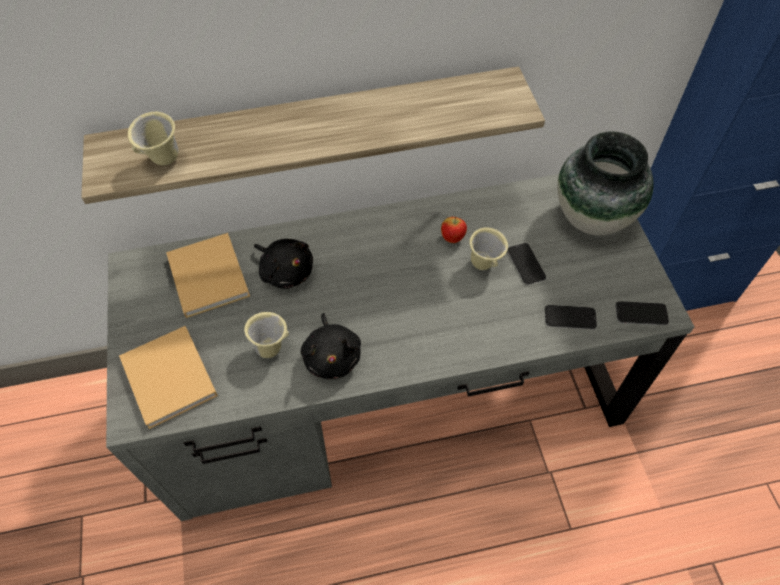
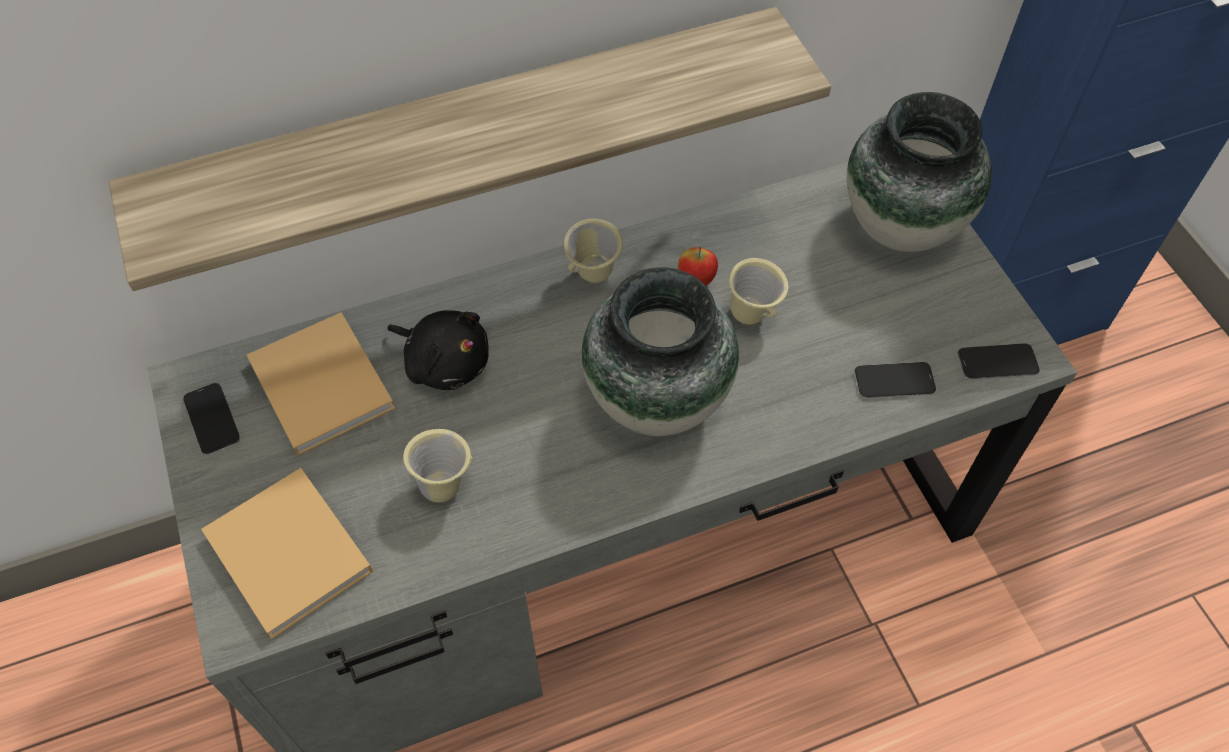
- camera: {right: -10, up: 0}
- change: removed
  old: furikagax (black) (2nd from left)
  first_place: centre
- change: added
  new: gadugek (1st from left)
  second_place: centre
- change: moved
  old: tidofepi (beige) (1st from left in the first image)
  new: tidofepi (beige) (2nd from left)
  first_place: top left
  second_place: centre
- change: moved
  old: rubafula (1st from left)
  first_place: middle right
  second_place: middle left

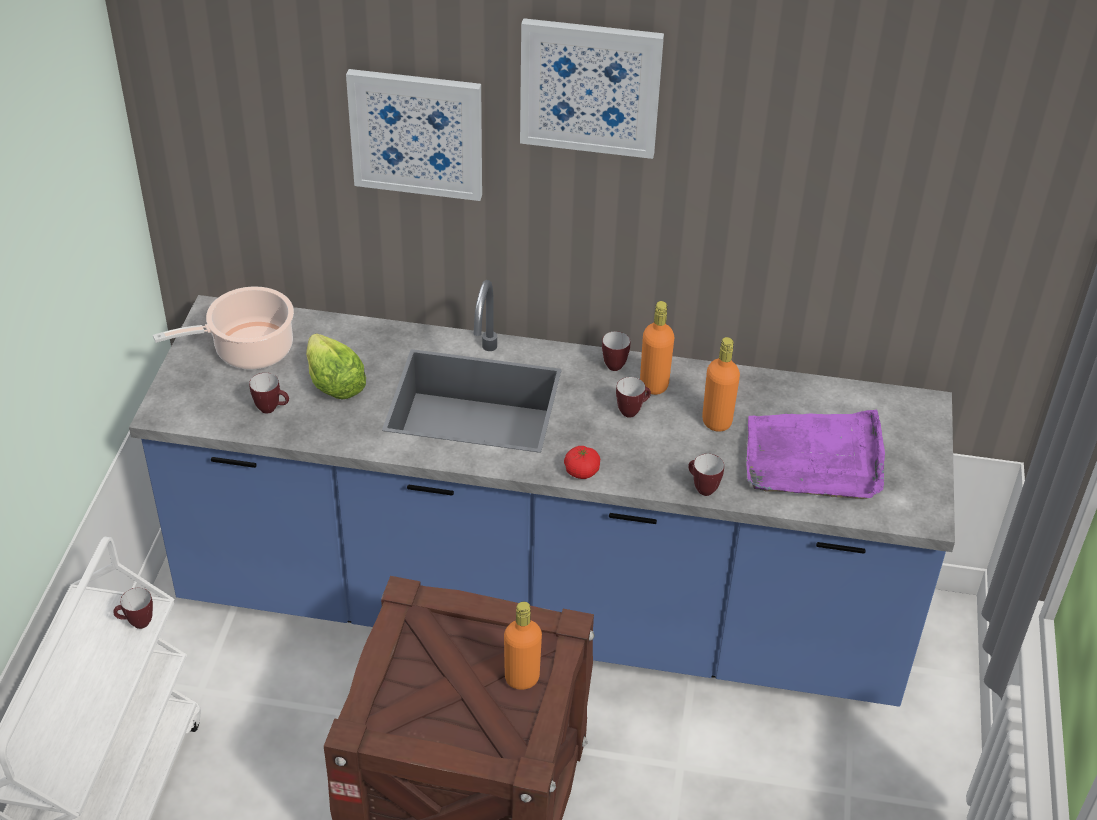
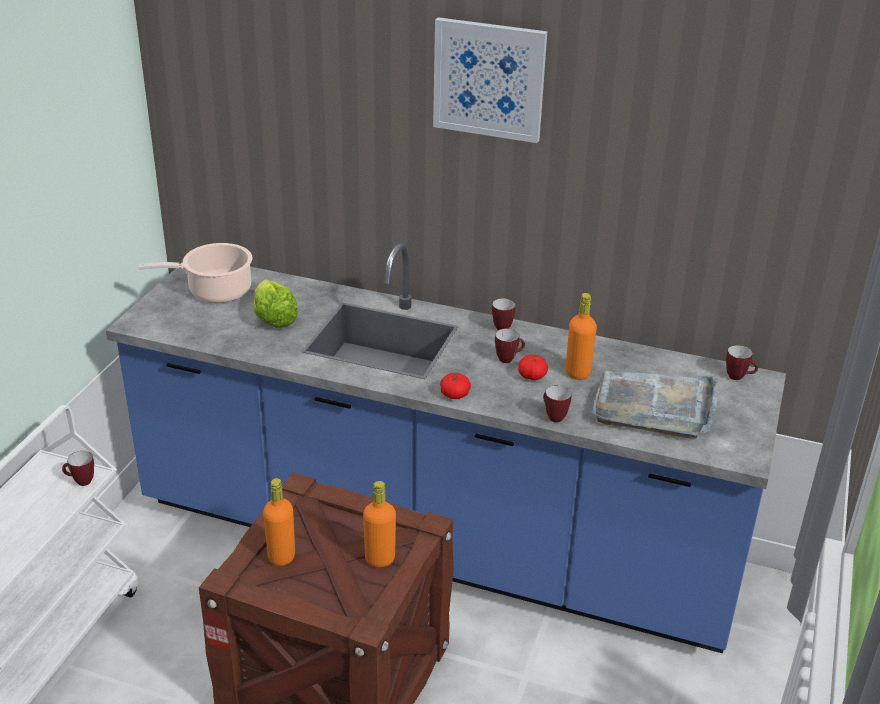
- camera: {right: 10, up: -10}
- change: removed
  old: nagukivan (1st from left)
  first_place: top centre
- change: added
  new: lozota (2nd from left)
  second_place: centre
- change: moved
  old: tidofepi (2nd from left in the first image)
  new: tidofepi (5th from left)
  first_place: middle left
  second_place: middle right
- change: moved
  old: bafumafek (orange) (2nd from left in the first image)
  new: bafumafek (orange) (1st from left)
  first_place: centre
  second_place: bottom left
- change: recoloured
  old: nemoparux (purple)
  new: nemoparux (grey)
  first_place: middle right
  second_place: middle right

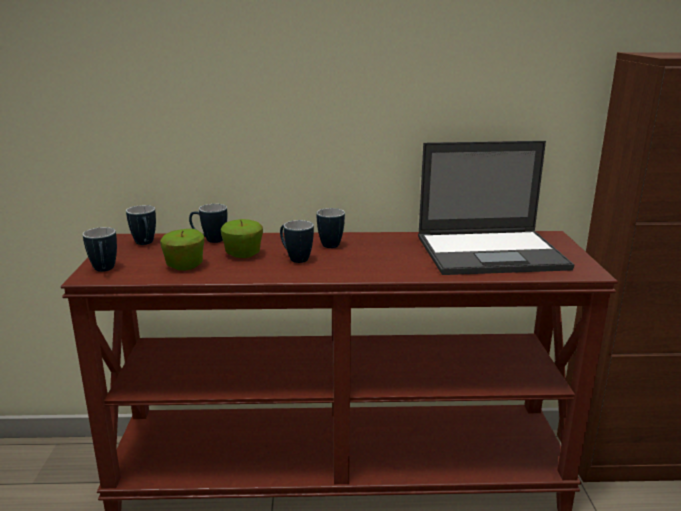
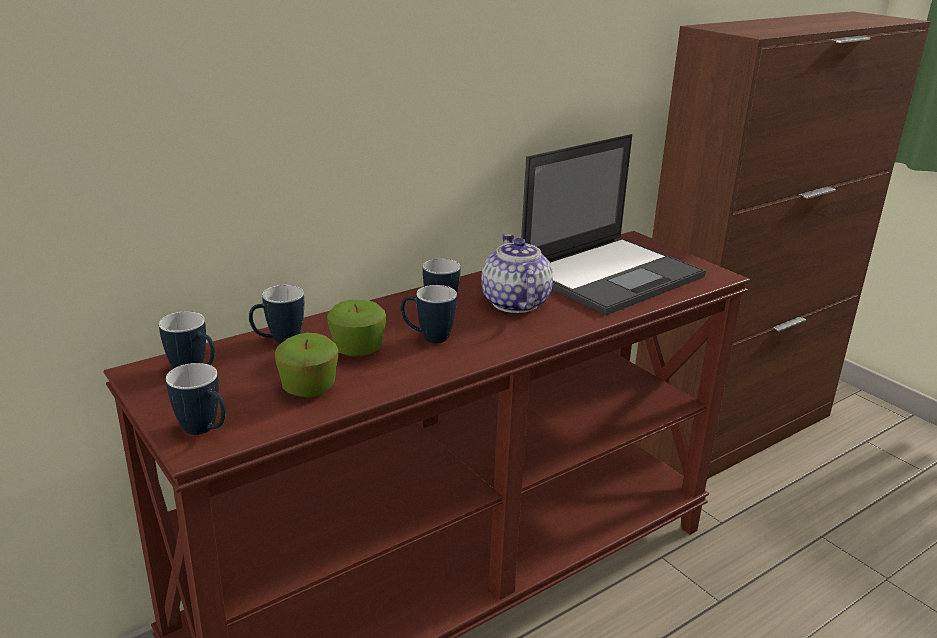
- camera: {right: -35, up: 5}
- change: added
  new: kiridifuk
  second_place: centre

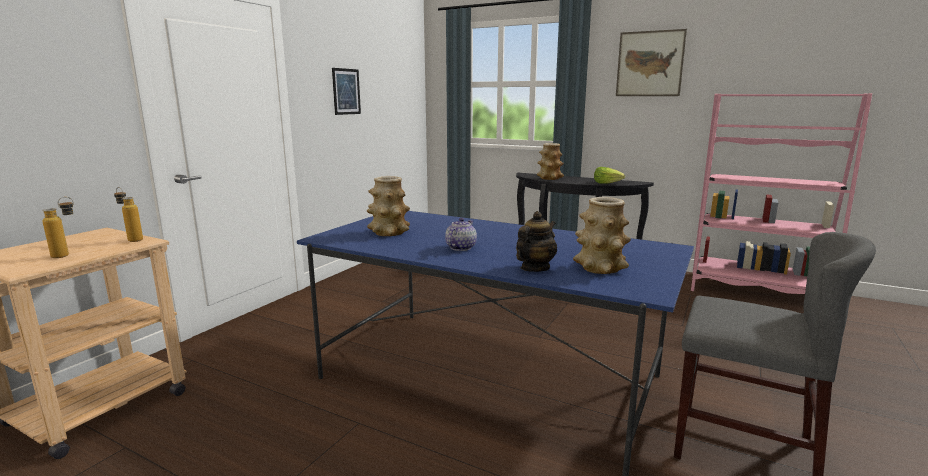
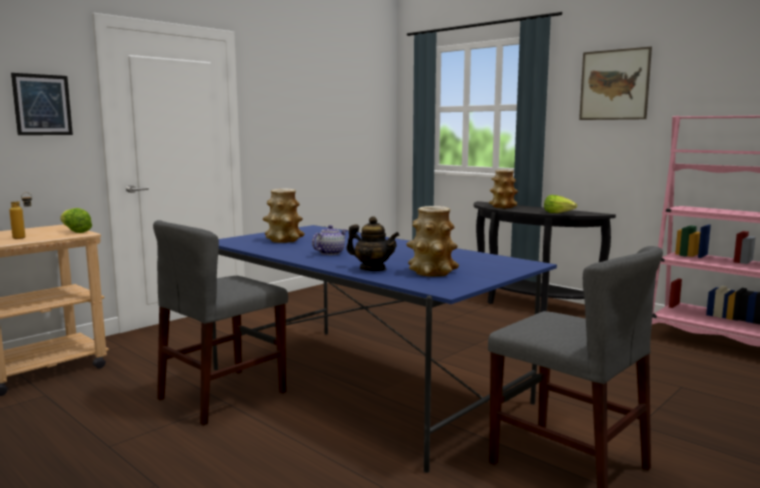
- camera: {right: 15, up: -5}
- change: added
  new: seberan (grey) (1st from left)
  second_place: middle left
- change: moved
  old: nagukivan (1st from left)
  first_place: top centre
  second_place: top left
- change: replaced
  old: bafumafek (2nd from left)
  new: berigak (1st from left)
  first_place: middle left
  second_place: middle left
- change: turned
  old: kiridifuk (2nd from left)
  first_place: centre
  second_place: centre
  degrees: 60

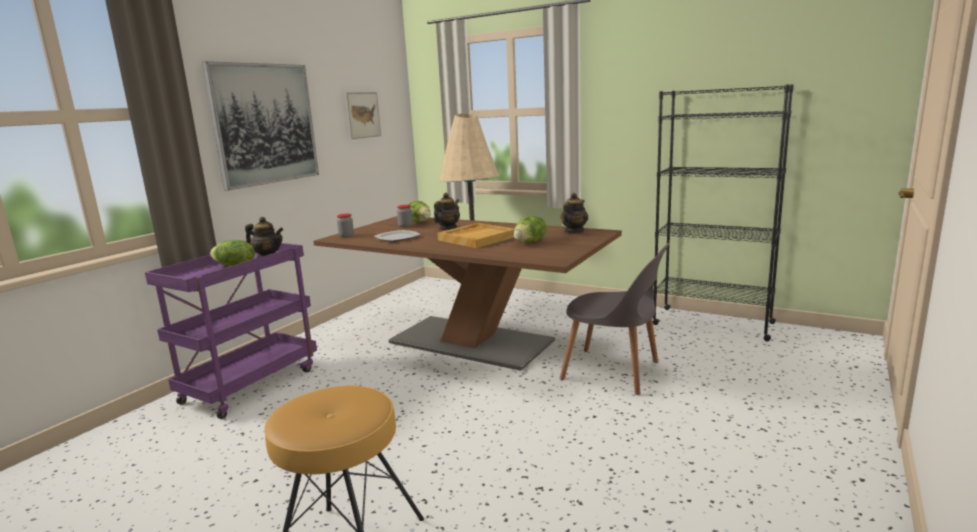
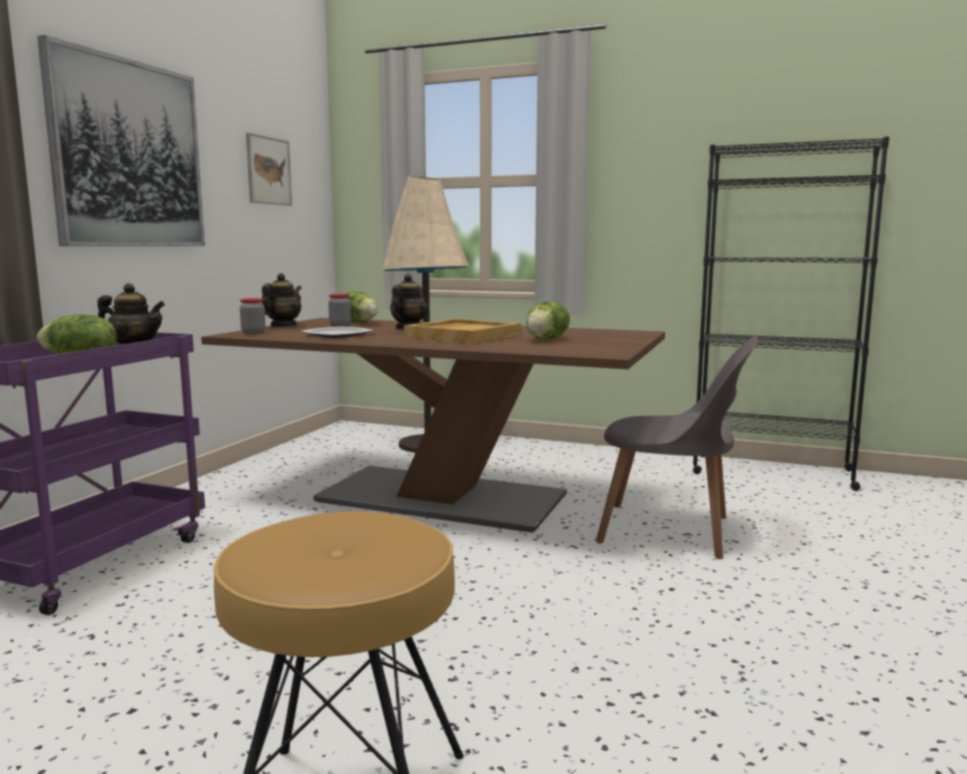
- camera: {right: -10, up: -5}
- change: moved
  old: kiridifuk (3rd from left in the first image)
  new: kiridifuk (2nd from left)
  first_place: centre
  second_place: middle left

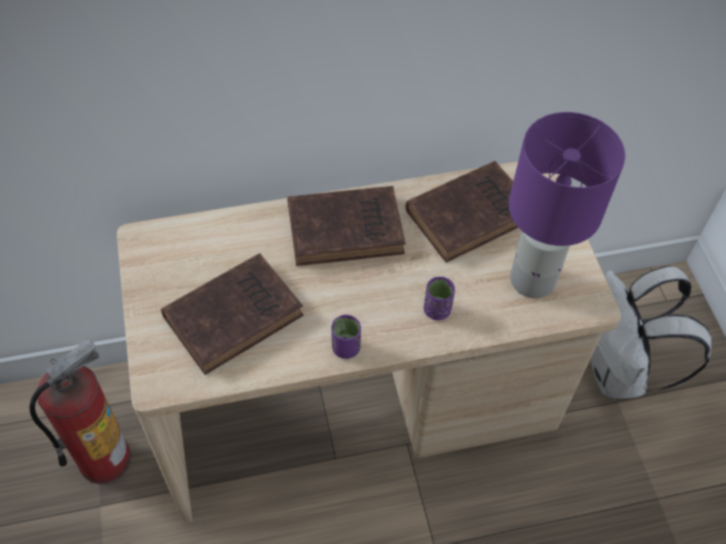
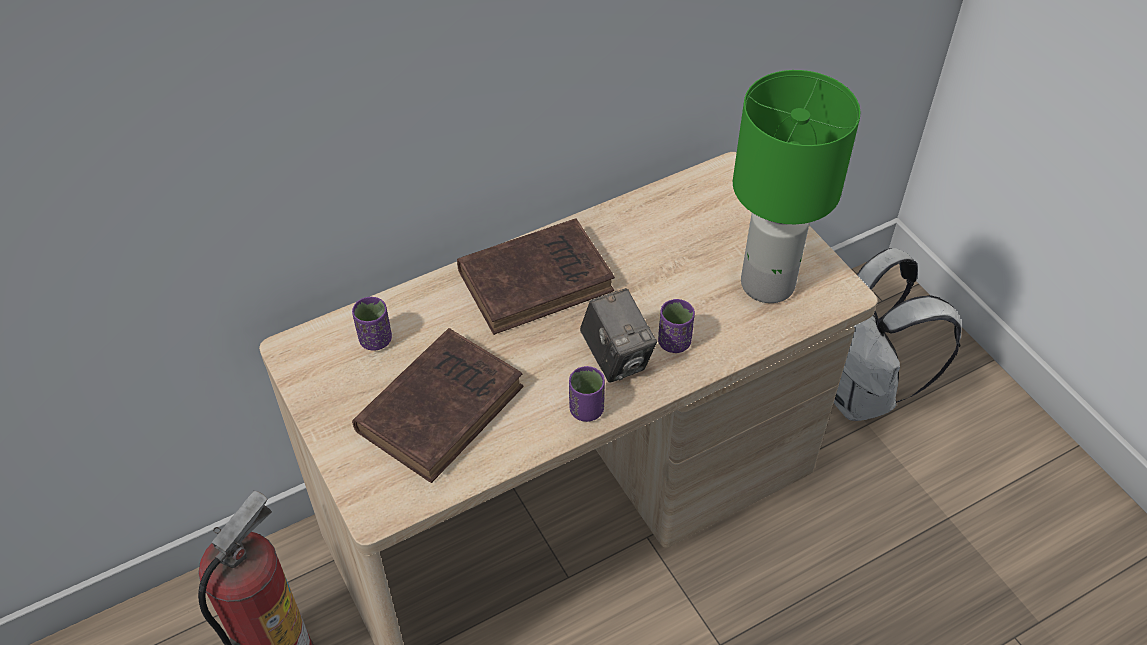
- camera: {right: -15, up: -5}
- change: removed
  old: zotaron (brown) (3rd from left)
  first_place: centre
- change: added
  new: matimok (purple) (1st from left)
  second_place: middle left
- change: added
  new: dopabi
  second_place: centre
- change: recoloured
  old: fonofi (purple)
  new: fonofi (green)
  first_place: middle right
  second_place: top right

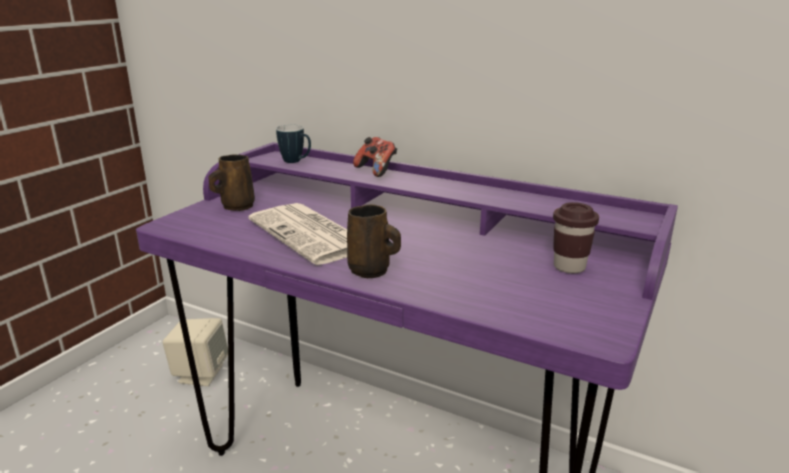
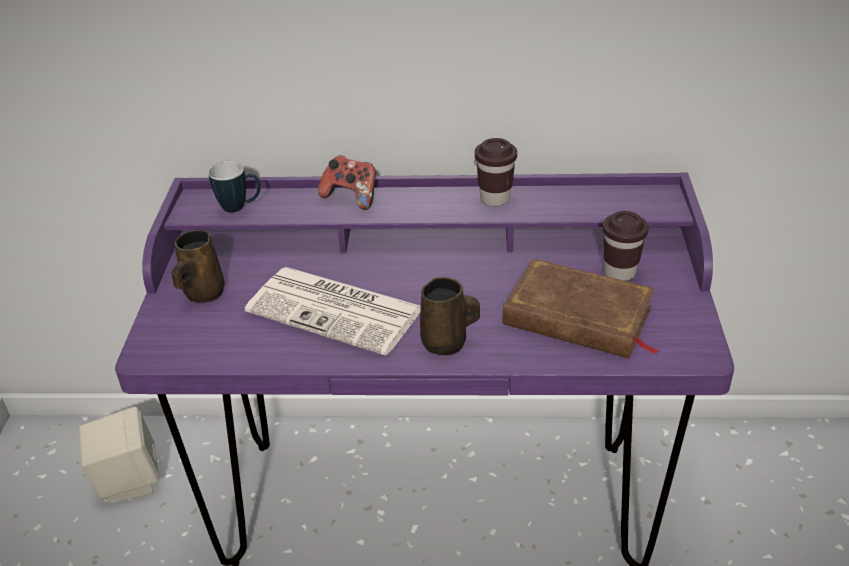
- camera: {right: -25, up: 15}
- change: added
  new: matimok (brown) (1st from left)
  second_place: top centre
- change: added
  new: zotaron (brown)
  second_place: middle right

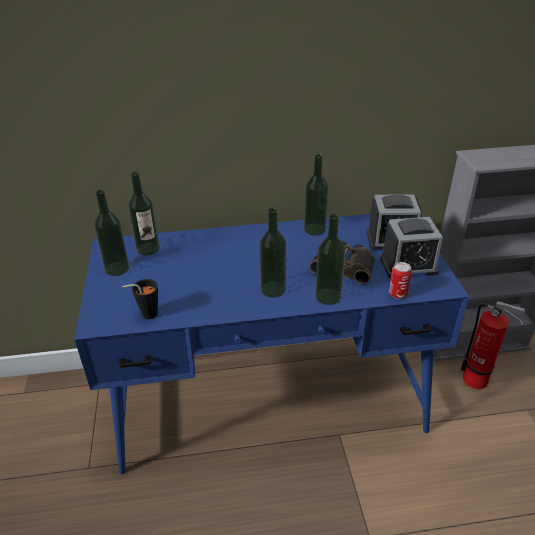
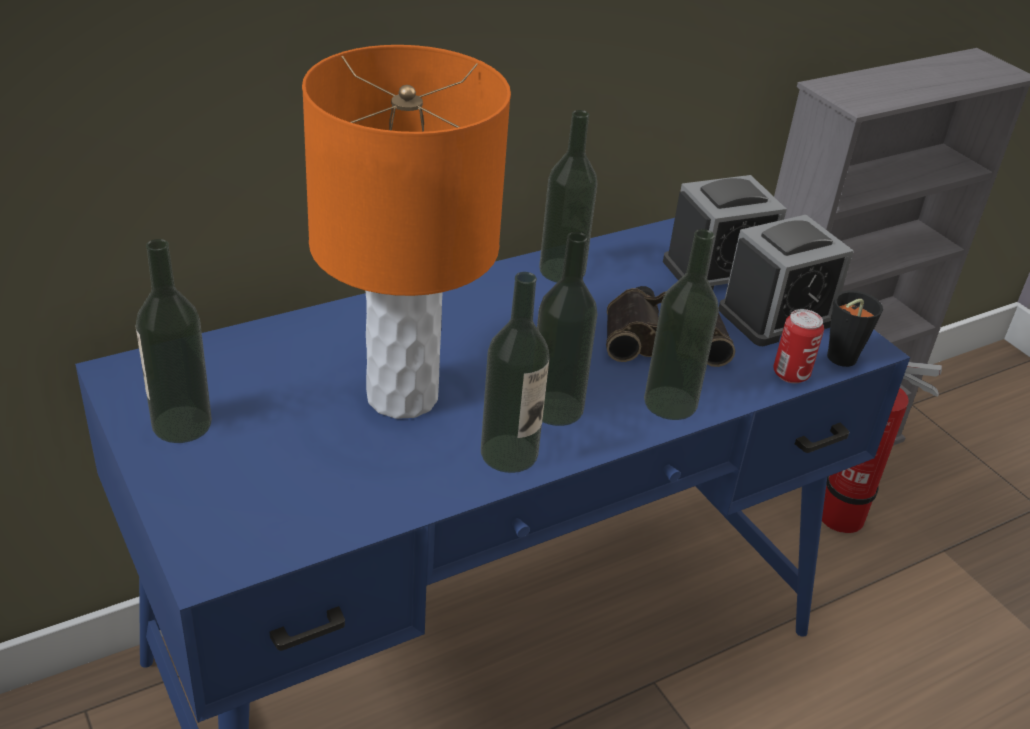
- camera: {right: -25, up: 0}
- change: added
  new: fonofi (orange)
  second_place: top centre
- change: moved
  old: matimok (black)
  first_place: middle left
  second_place: middle right
- change: moved
  old: bafumafek (2nd from left)
  first_place: middle left
  second_place: centre

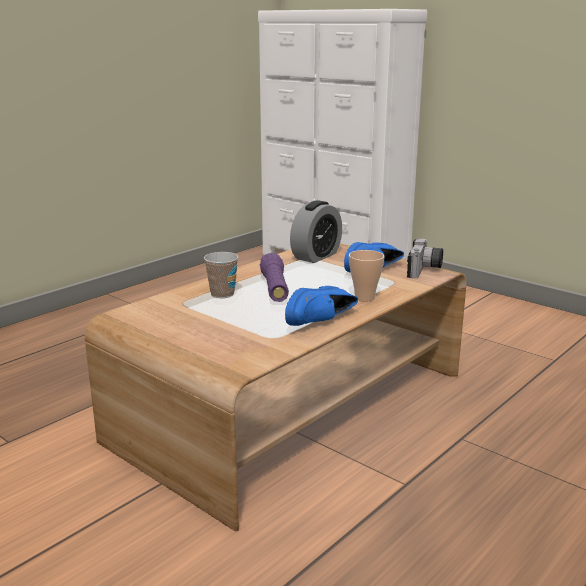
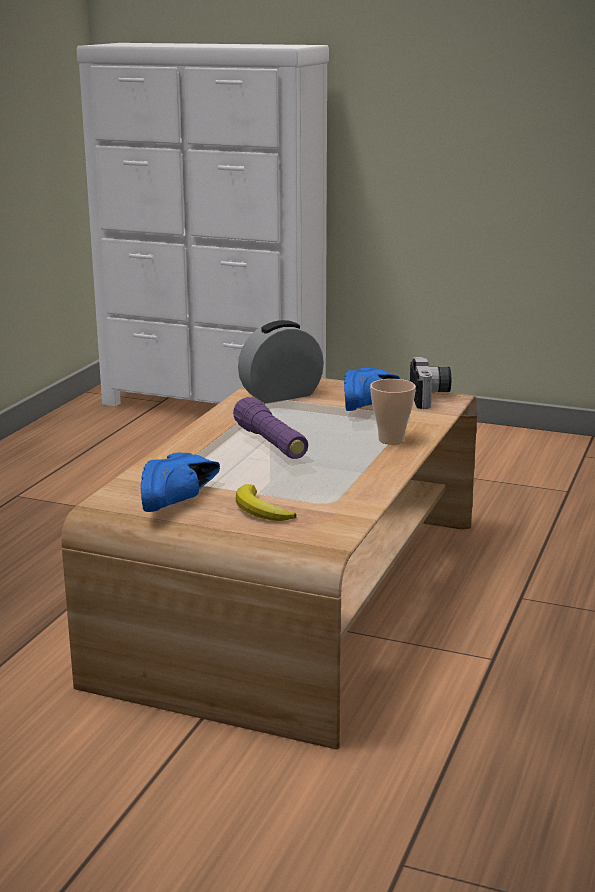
- camera: {right: -20, up: 0}
- change: removed
  old: matimok (1st from left)
  first_place: centre
- change: added
  new: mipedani
  second_place: centre
- change: moved
  old: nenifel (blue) (1st from left)
  first_place: centre
  second_place: middle left
- change: turned
  old: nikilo
  first_place: centre
  second_place: centre
  degrees: -135

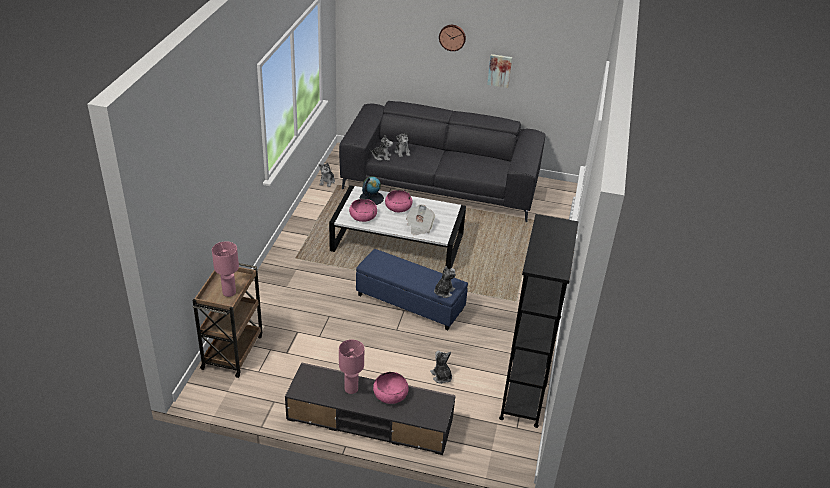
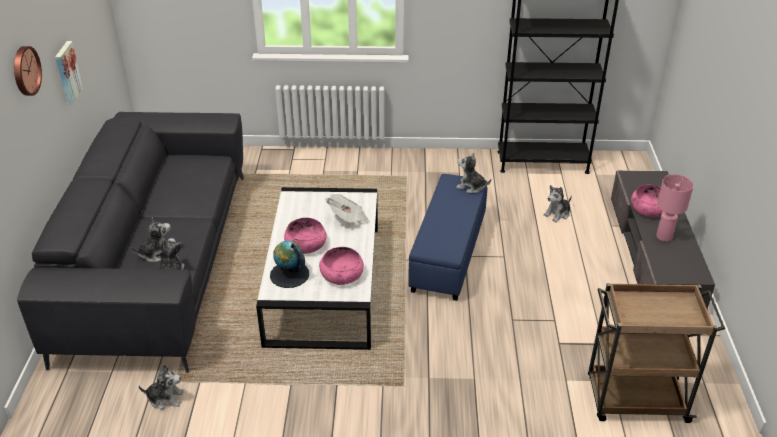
- camera: {right: -100, up: 0}
- change: removed
  old: fonofi (pink) (1st from left)
  first_place: middle left

